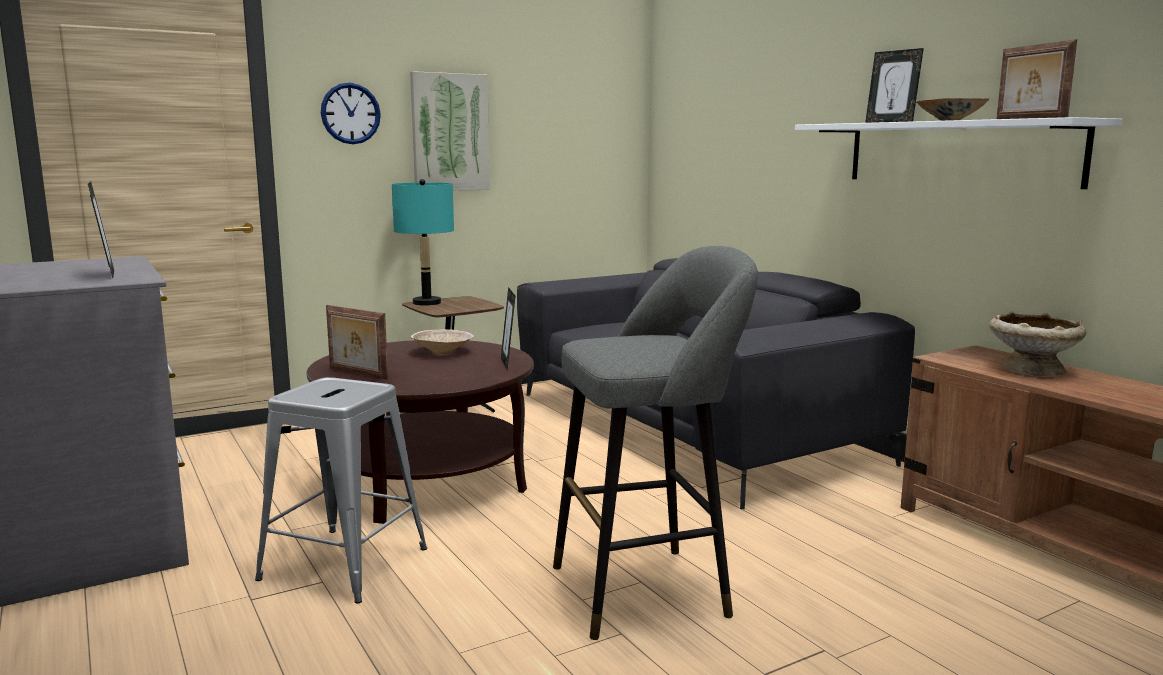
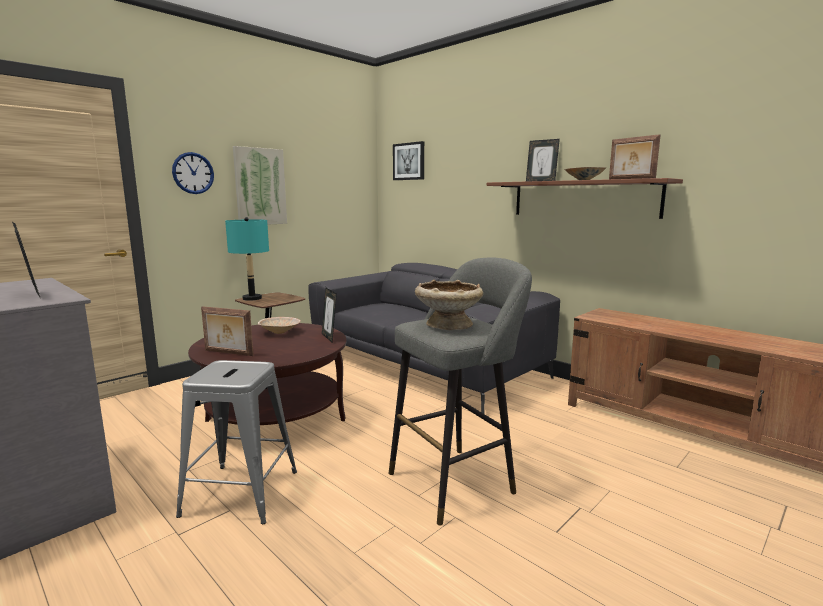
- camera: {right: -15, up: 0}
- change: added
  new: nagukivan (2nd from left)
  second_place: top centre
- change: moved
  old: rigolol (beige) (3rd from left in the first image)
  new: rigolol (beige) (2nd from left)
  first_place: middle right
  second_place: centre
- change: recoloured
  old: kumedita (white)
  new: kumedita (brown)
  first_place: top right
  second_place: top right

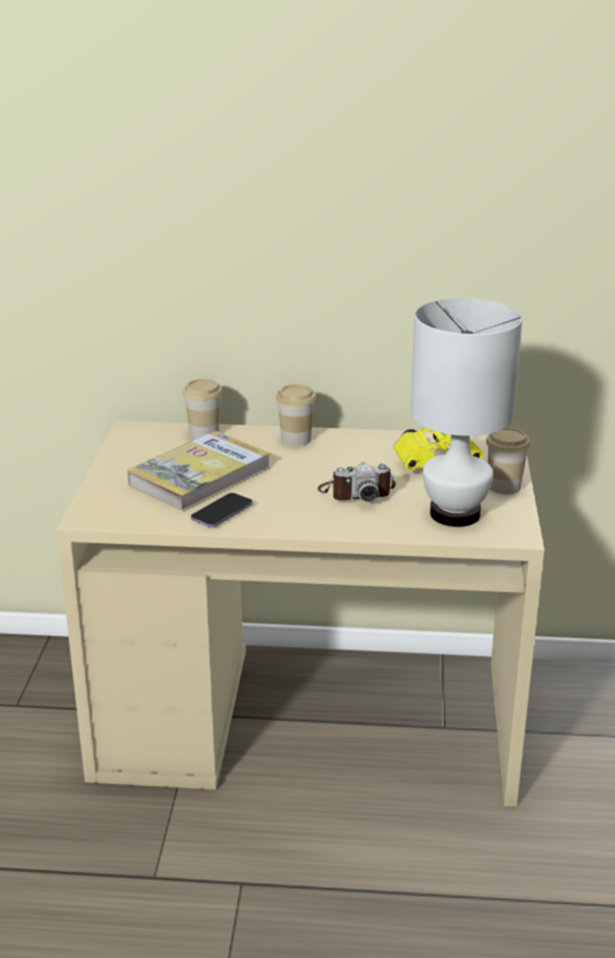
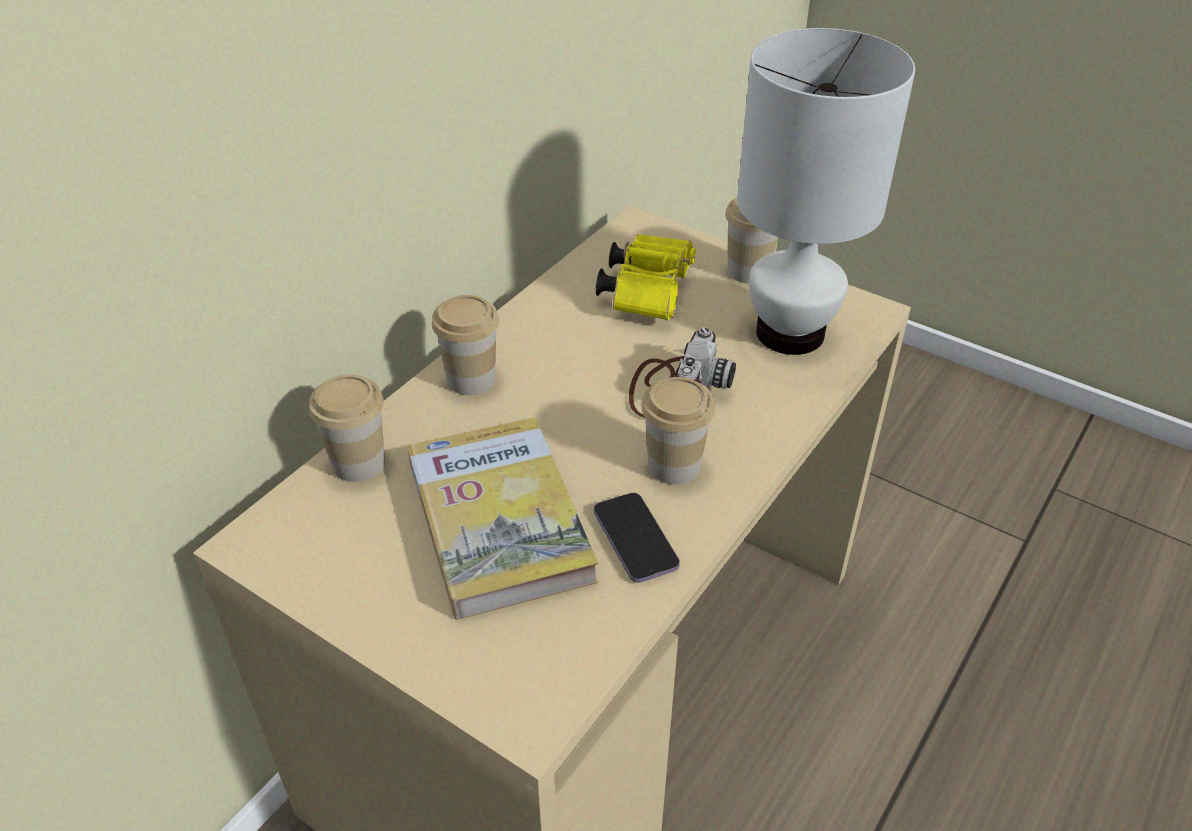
- camera: {right: -60, up: 15}
- change: added
  new: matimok (3rd from left)
  second_place: centre

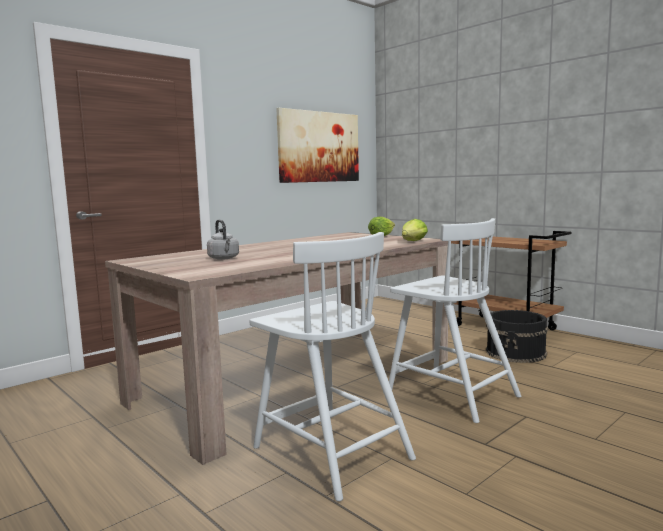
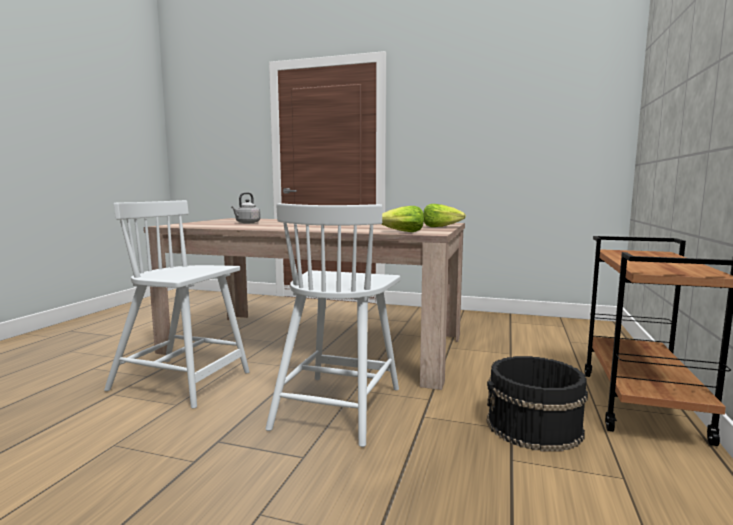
- camera: {right: 60, up: 0}
- change: removed
  old: nagukivan
  first_place: top centre
- change: turned
  old: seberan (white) (1st from left)
  first_place: bottom centre
  second_place: middle left
  degrees: 90

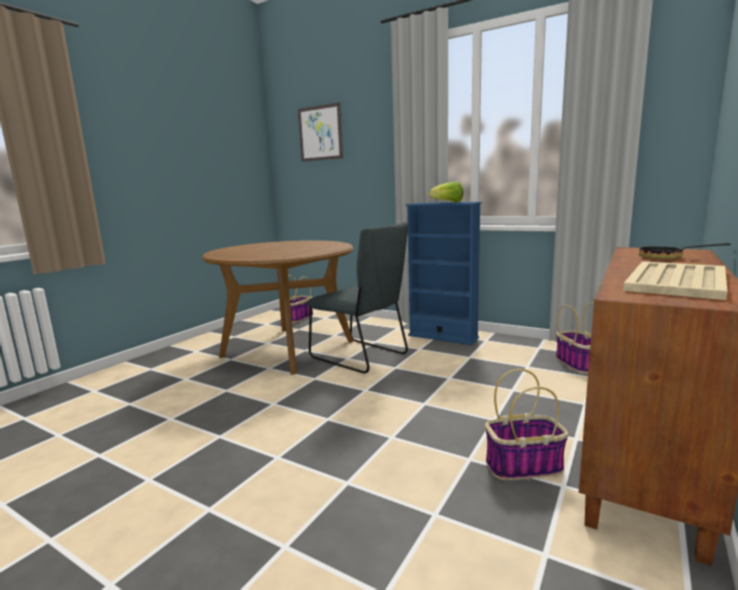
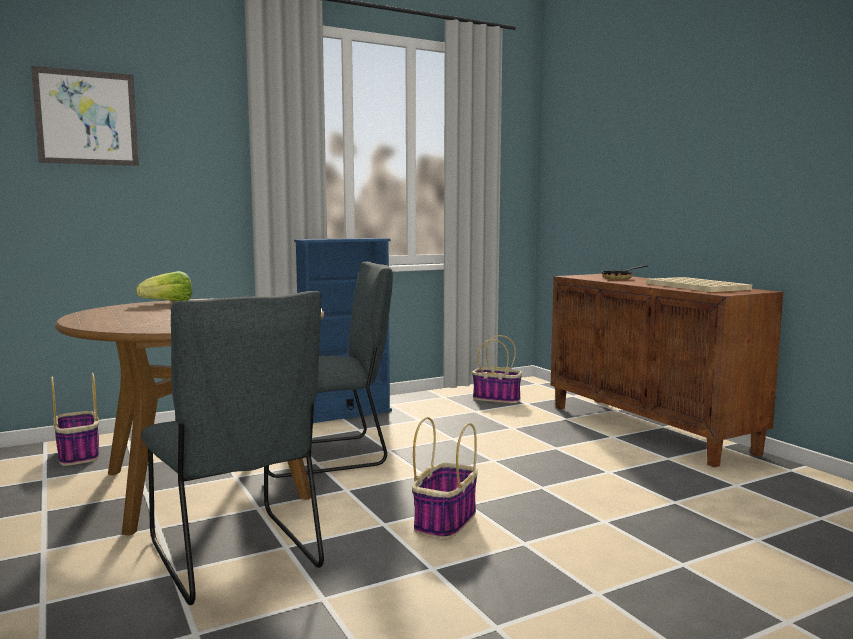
- camera: {right: -60, up: -5}
- change: added
  new: seberan (grey) (1st from left)
  second_place: bottom left
- change: moved
  old: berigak
  first_place: top centre
  second_place: middle left
- change: moved
  old: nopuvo (2nd from left)
  first_place: bottom right
  second_place: bottom centre

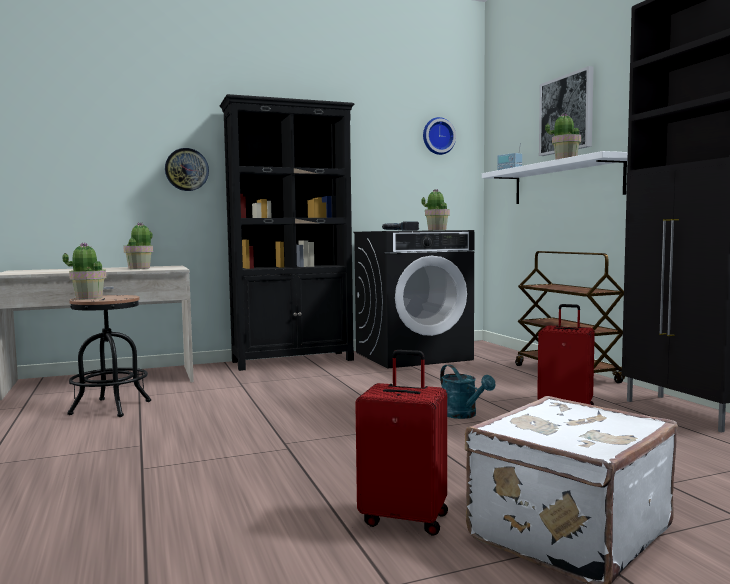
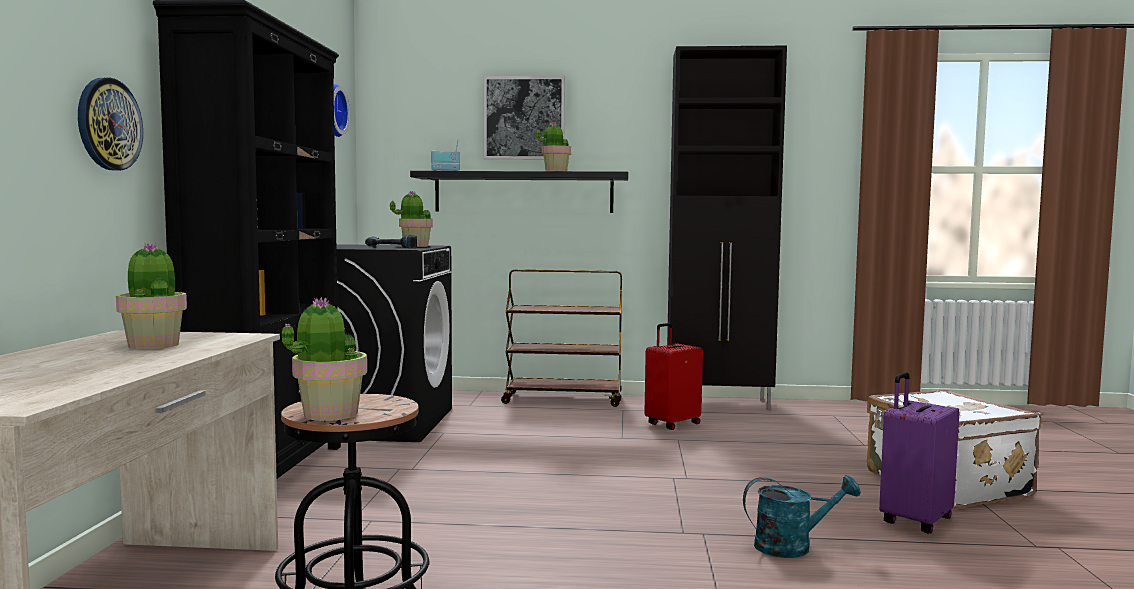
- camera: {right: -65, up: 0}
- change: moved
  old: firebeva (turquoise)
  first_place: bottom centre
  second_place: bottom right
- change: recoloured
  old: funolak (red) (1st from left)
  new: funolak (purple)
  first_place: bottom centre
  second_place: bottom right
- change: recoloured
  old: kumedita (white)
  new: kumedita (black)
  first_place: top right
  second_place: top centre

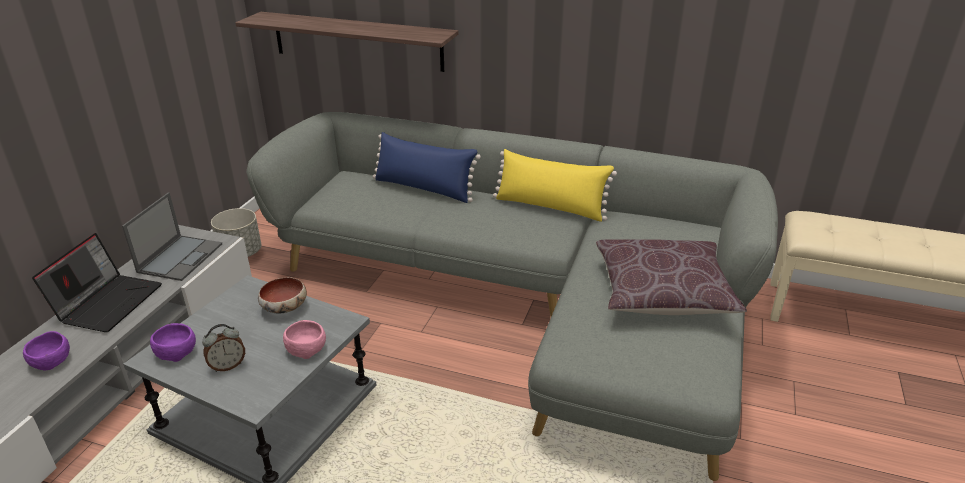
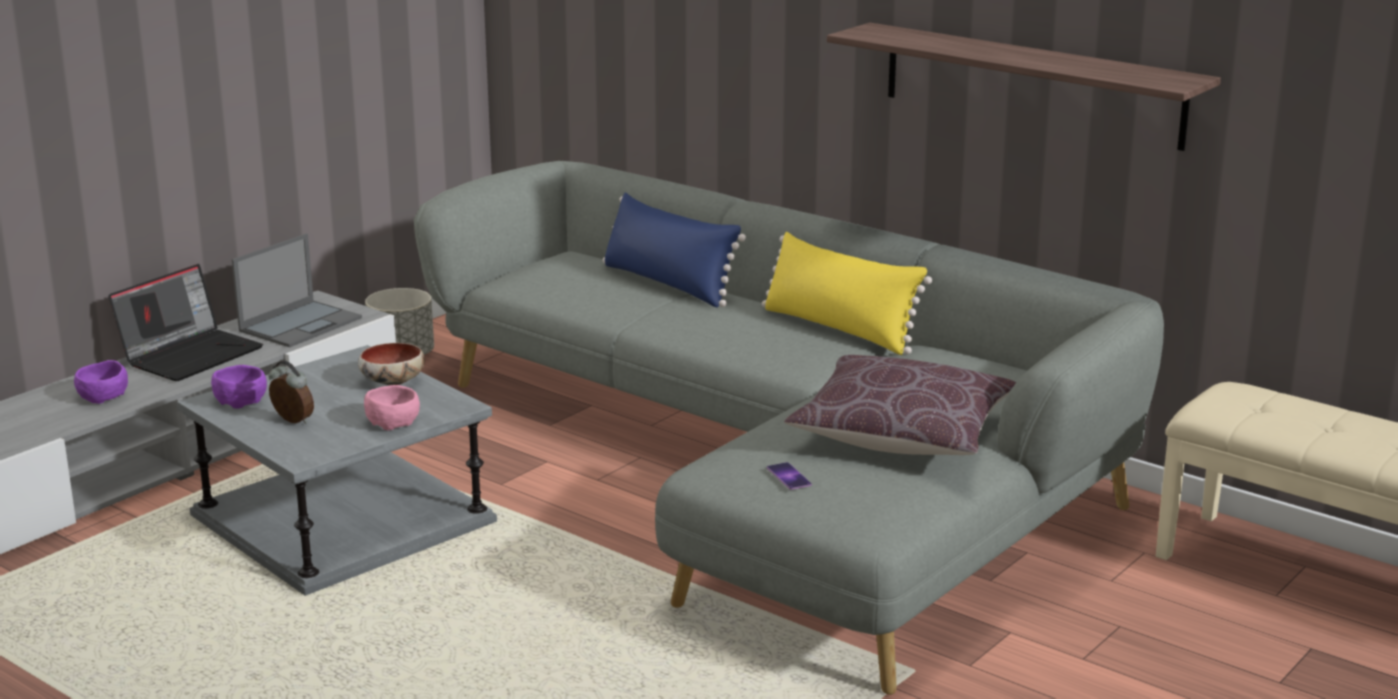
- camera: {right: 20, up: -10}
- change: added
  new: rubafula
  second_place: bottom centre
- change: moved
  old: kumedita
  first_place: top centre
  second_place: top right
- change: turned
  old: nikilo
  first_place: bottom left
  second_place: middle left
  degrees: -135

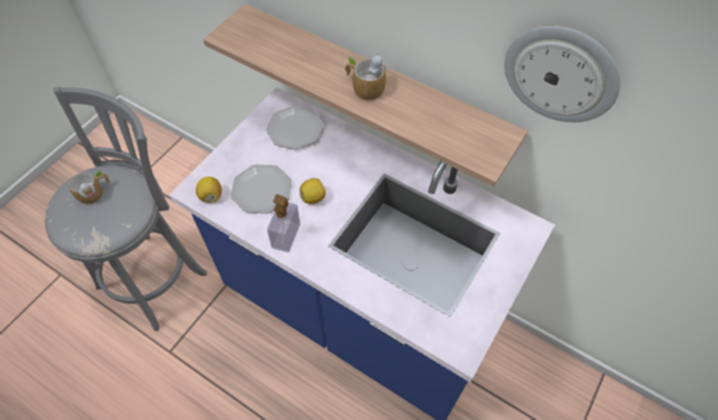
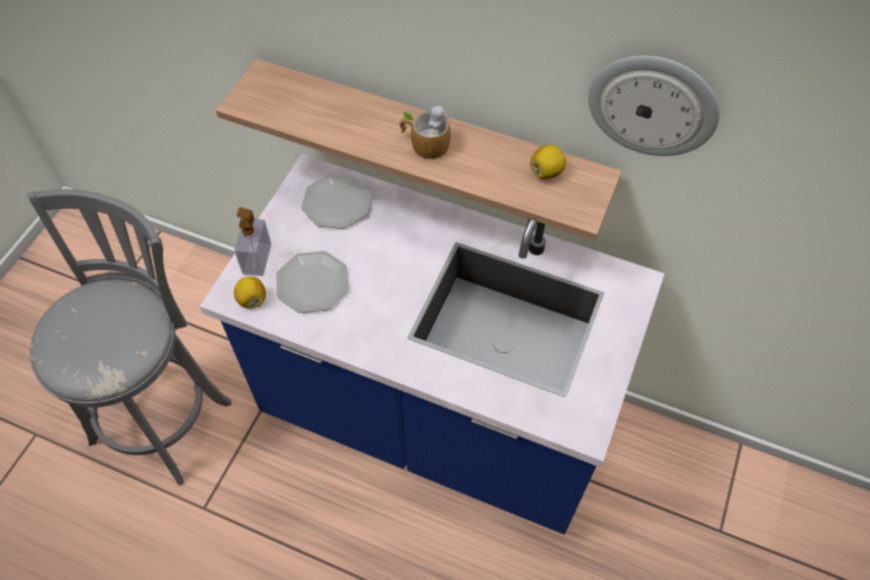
- camera: {right: -10, up: 0}
- change: removed
  old: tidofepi (1st from left)
  first_place: middle left
- change: moved
  old: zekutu
  first_place: centre
  second_place: middle left
- change: moved
  old: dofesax (2nd from left)
  first_place: centre
  second_place: top centre

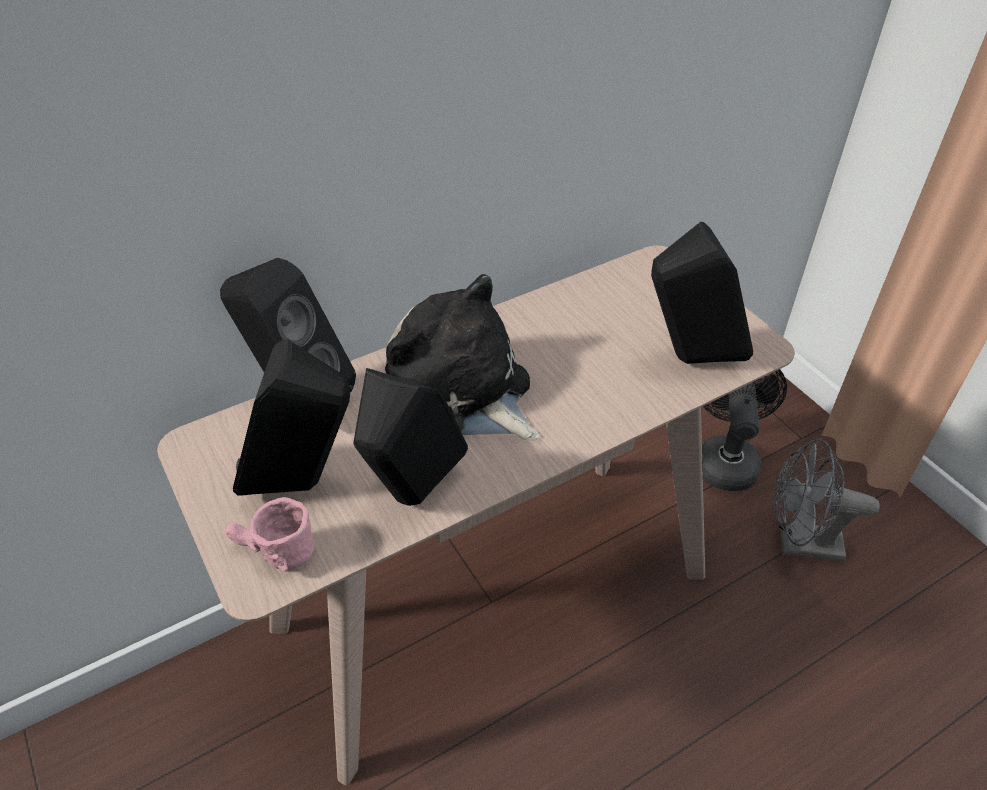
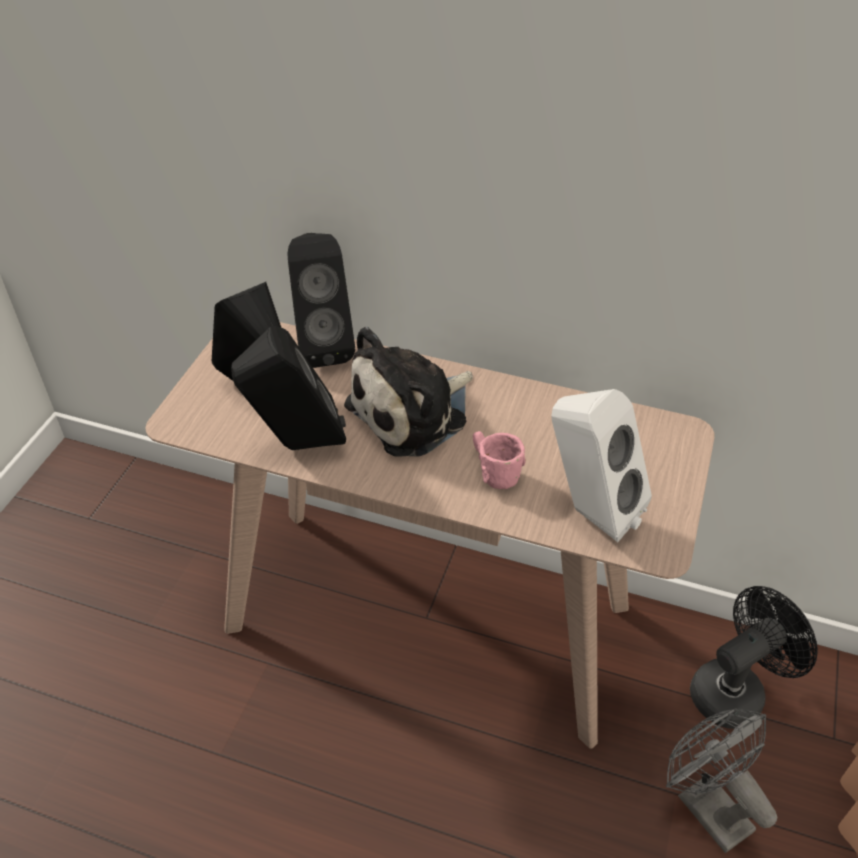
- camera: {right: 50, up: 0}
- change: moved
  old: tidofepi (pink)
  first_place: bottom left
  second_place: centre
- change: recoloured
  old: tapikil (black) (4th from left)
  new: tapikil (white)
  first_place: middle right
  second_place: middle right
- change: turned
  old: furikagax
  first_place: centre
  second_place: centre
  degrees: -135

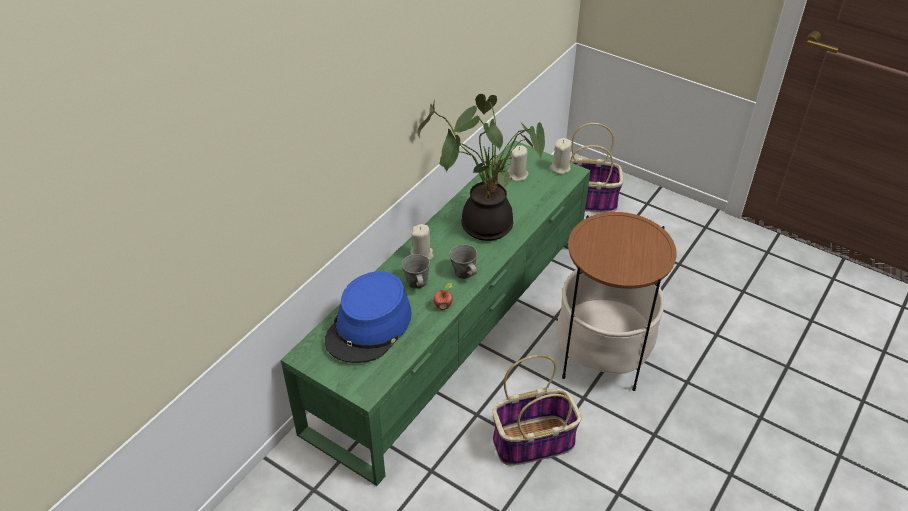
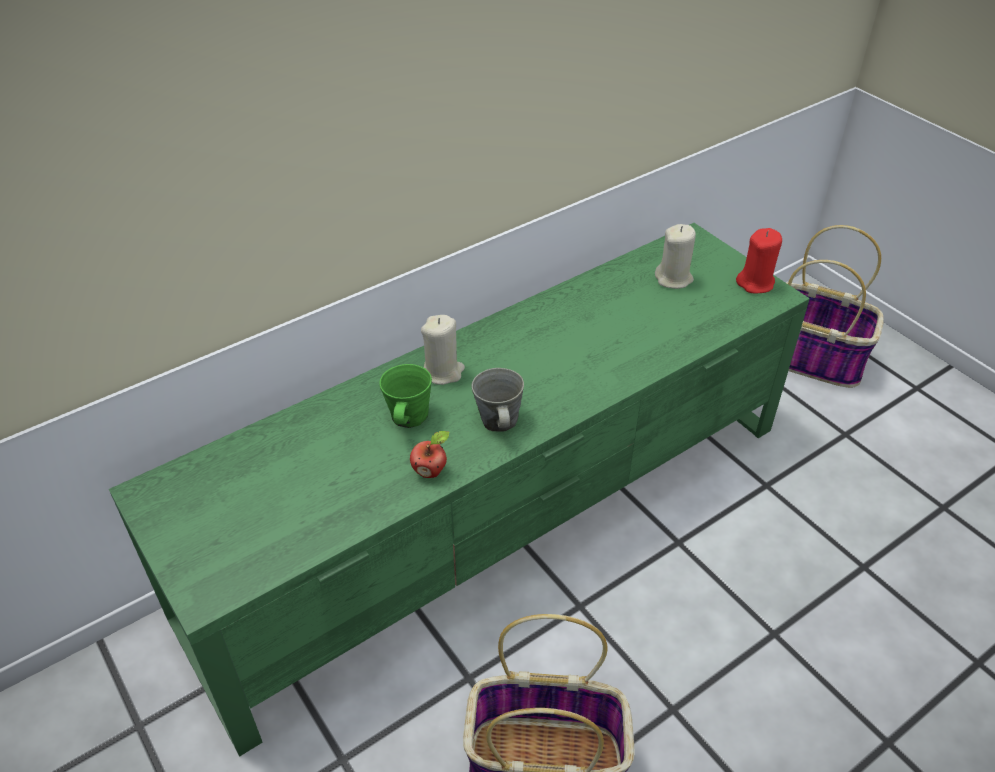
- camera: {right: 20, up: 0}
- change: removed
  old: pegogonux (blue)
  first_place: centre
- change: removed
  old: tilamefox
  first_place: top centre
- change: removed
  old: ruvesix
  first_place: middle right
- change: recoloured
  old: tidofepi (grey) (1st from left)
  new: tidofepi (green)
  first_place: centre
  second_place: centre
- change: recoloured
  old: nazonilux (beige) (3rd from left)
  new: nazonilux (red)
  first_place: top centre
  second_place: middle right

